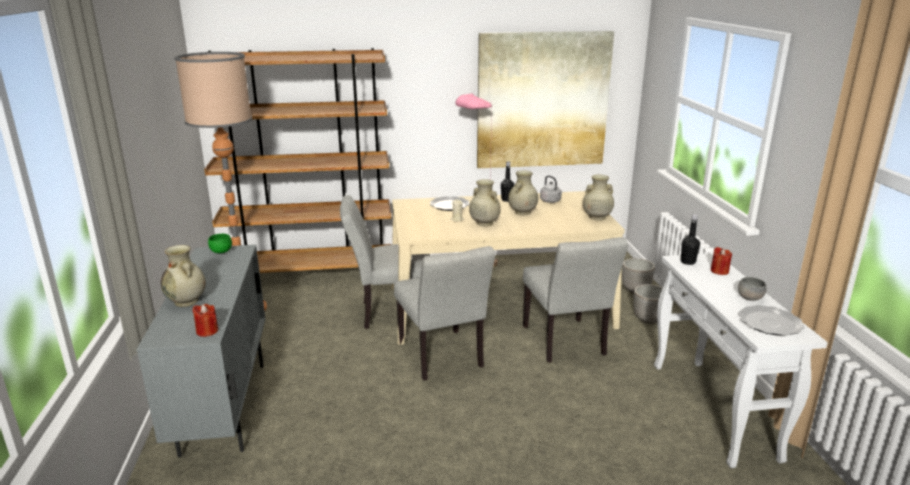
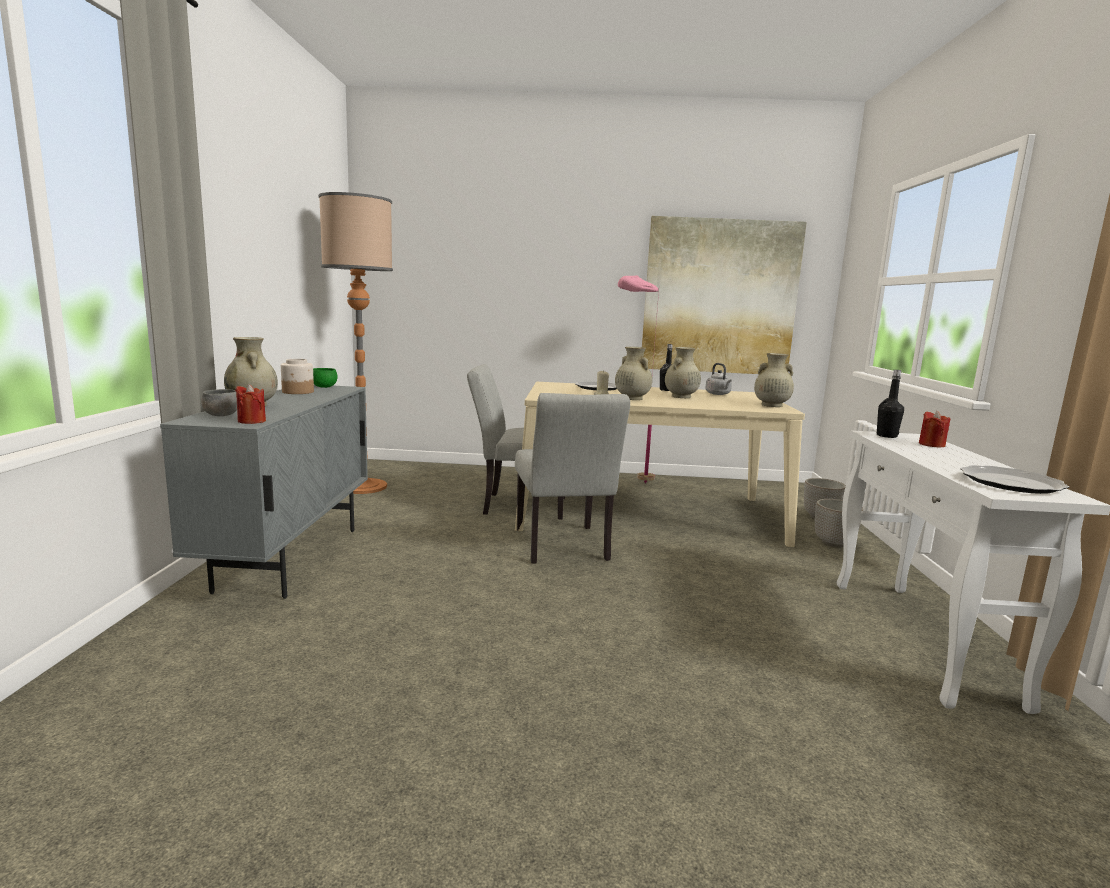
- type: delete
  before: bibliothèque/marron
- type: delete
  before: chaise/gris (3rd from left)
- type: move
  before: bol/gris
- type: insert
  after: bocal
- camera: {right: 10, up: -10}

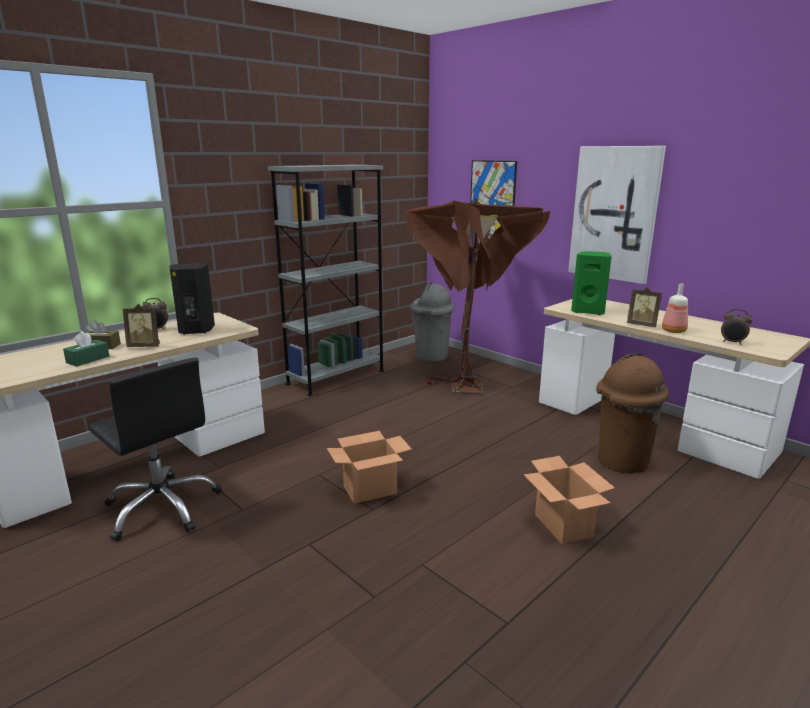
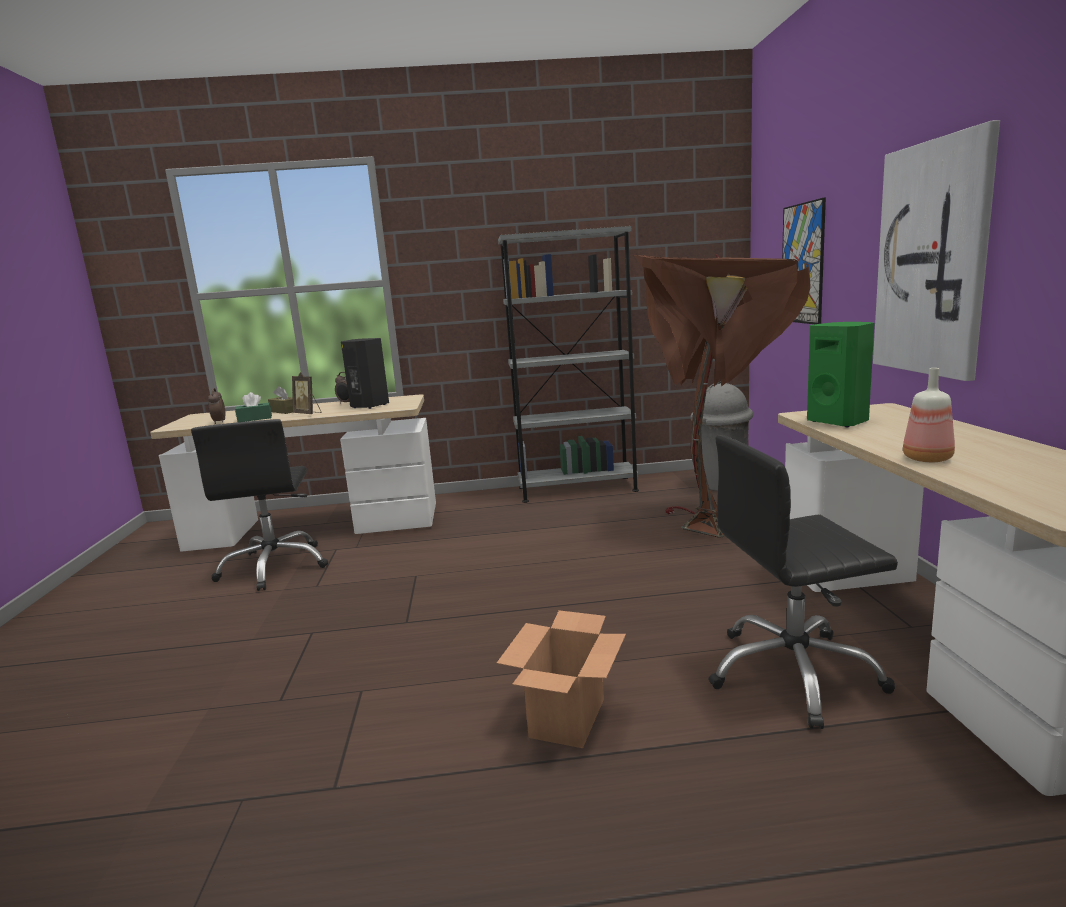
- type: delete
  before: carton (1st from left)
- type: replace
  before: poubelle/marron
  after: chaise de bureau/noir (2nd from left)
- type: delete
  before: cadre photo (2nd from left)
- type: move
  before: réveil (2nd from left in the first image)
  after: réveil (1st from left)
- camera: {right: 40, up: -5}

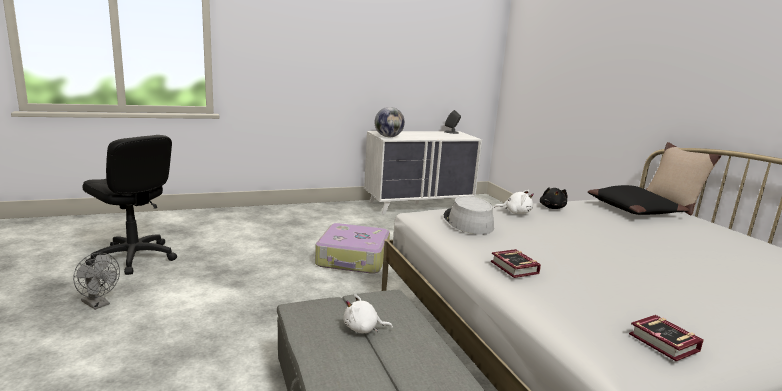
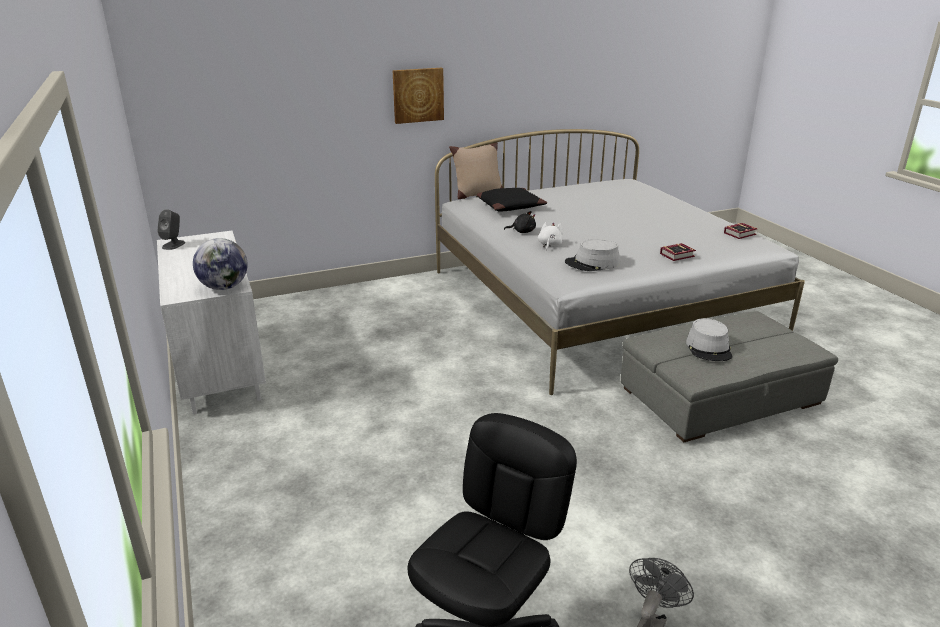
- type: delete
  before: valise
- type: replace
  before: peluche/blanc (1st from left)
  after: chapeau/gris (2nd from left)
- type: insert
  after: tableau
- camera: {right: -90, up: 10}

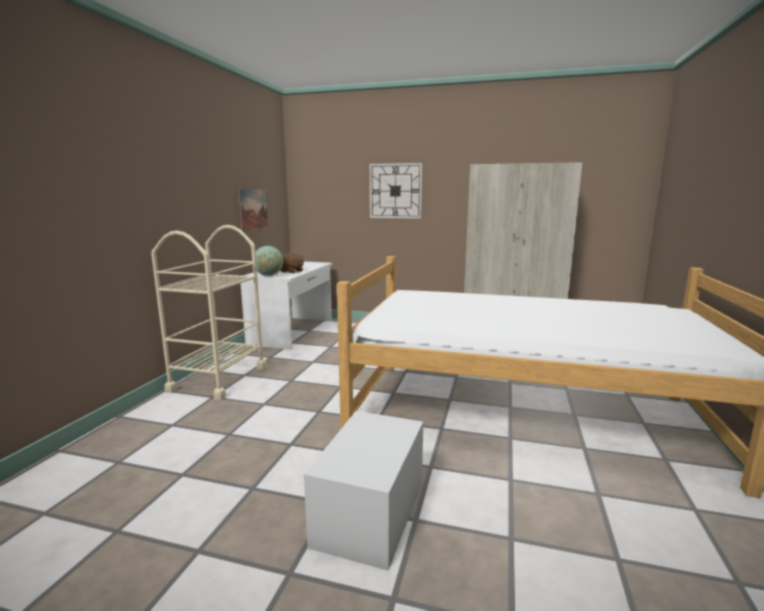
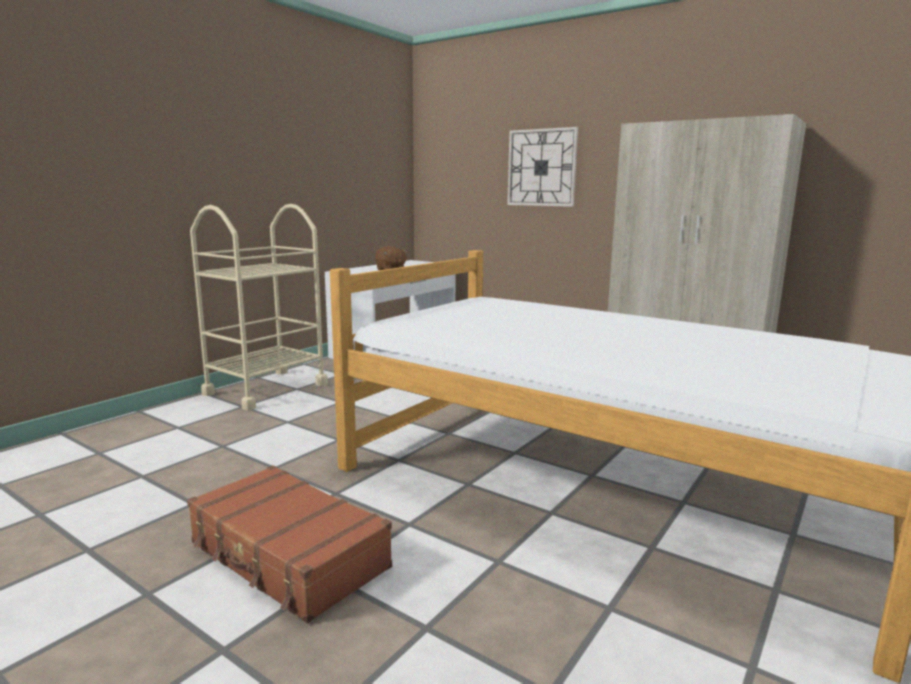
- type: delete
  before: tableau
- type: delete
  before: globe
- type: replace
  before: boîte de rangement/blanc
  after: valise/marron
- camera: {right: 20, up: 0}

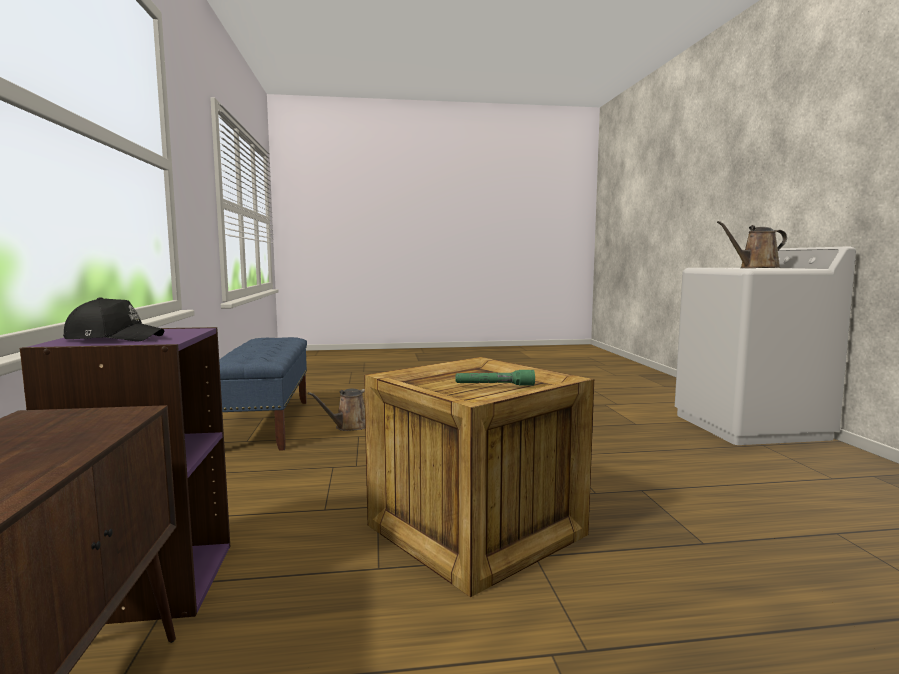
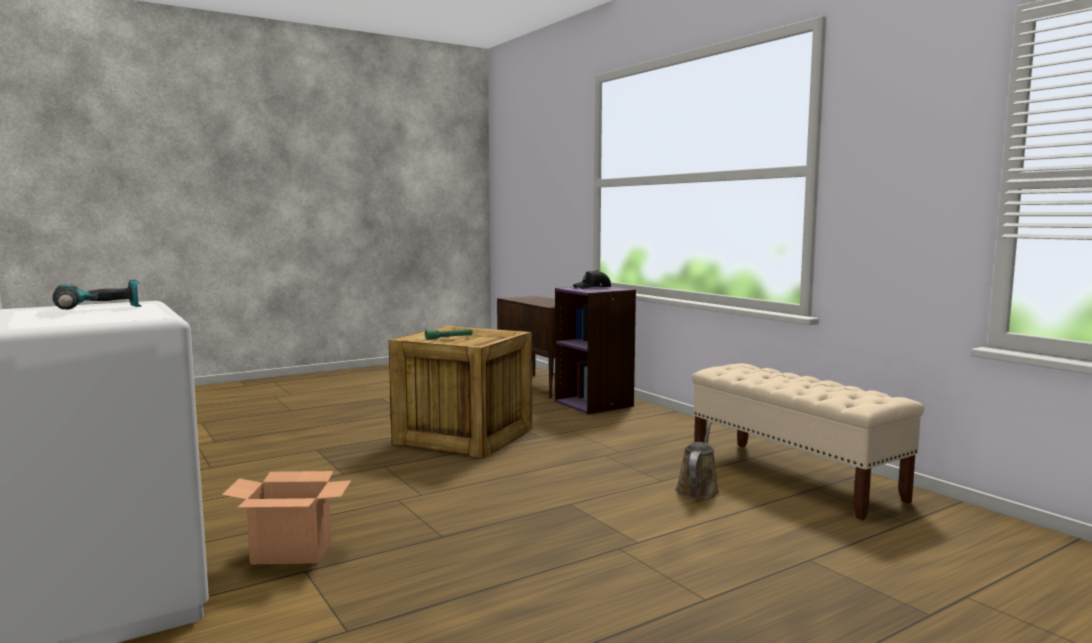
- type: recolor
  before: banc/bleu
  after: banc/beige
- type: replace
  before: arrosoir/marron (2nd from left)
  after: perceuse
- type: insert
  after: carton
- camera: {right: 155, up: 0}

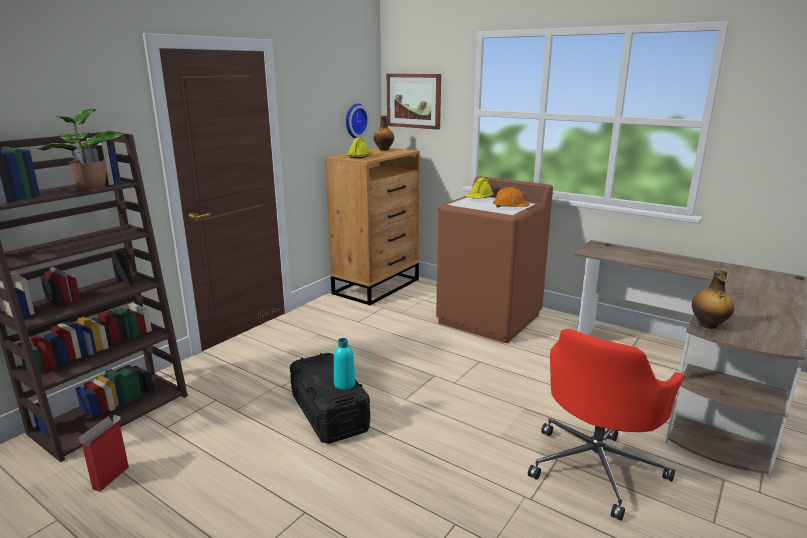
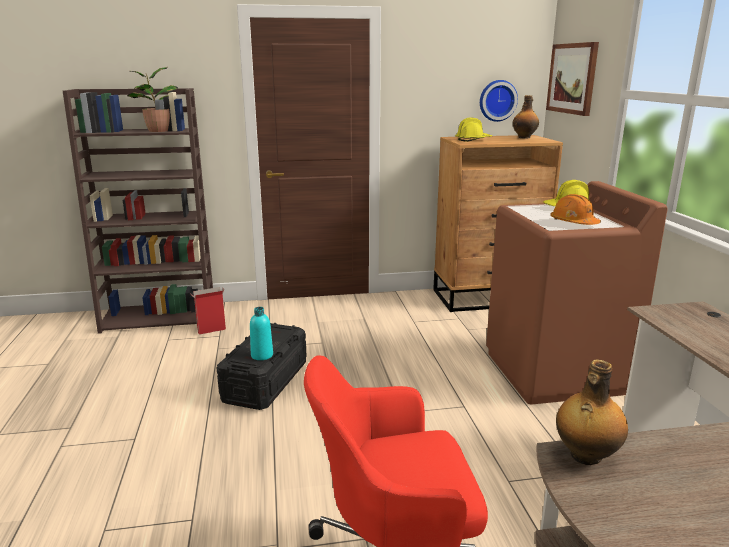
- type: move
  before: carton
- camera: {right: 45, up: 0}

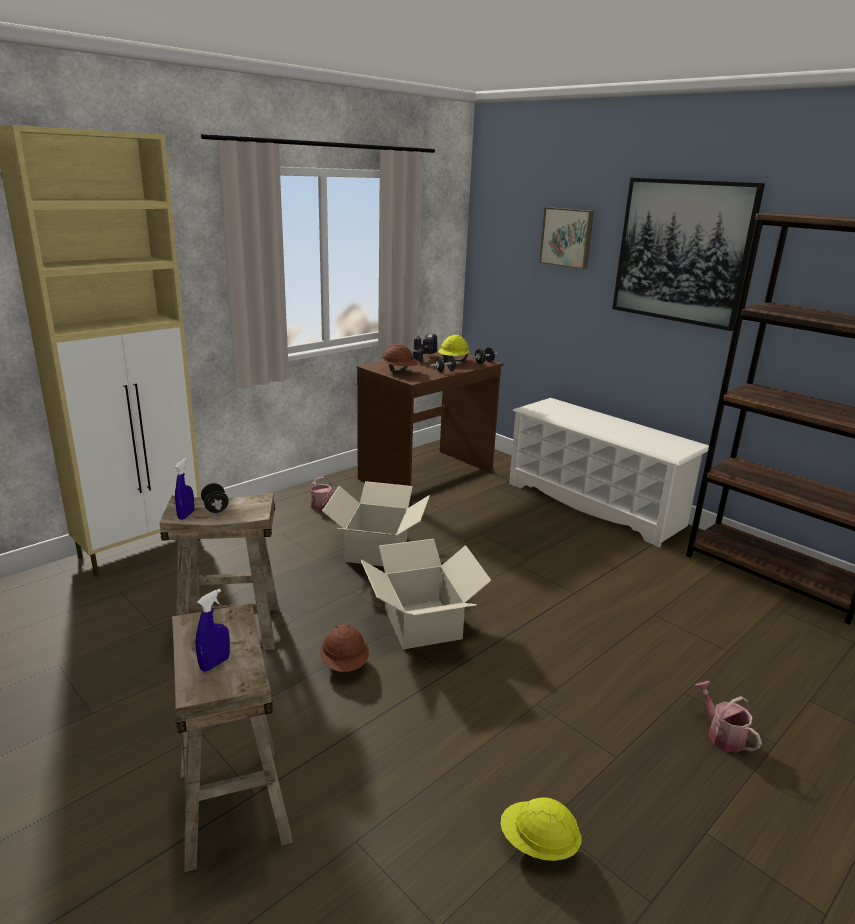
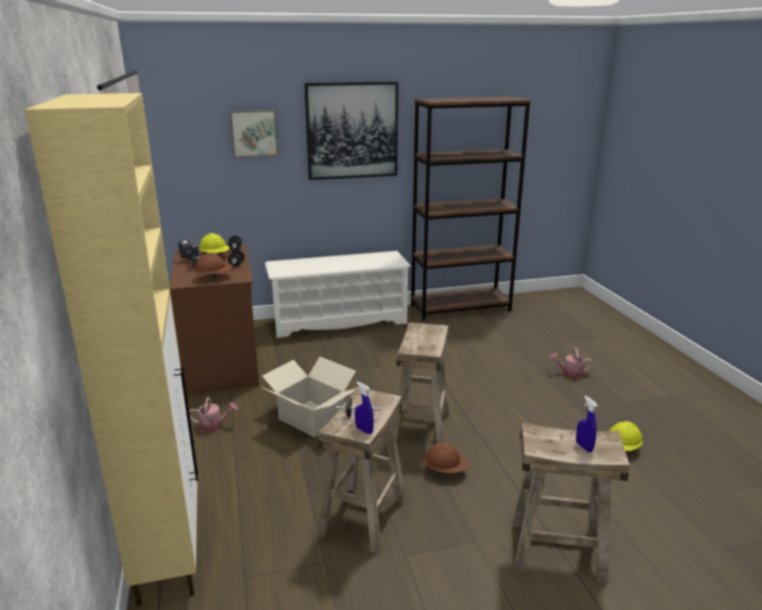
- type: replace
  before: carton (2nd from left)
  after: tabouret/beige (2nd from left)
- camera: {right: -60, up: 0}

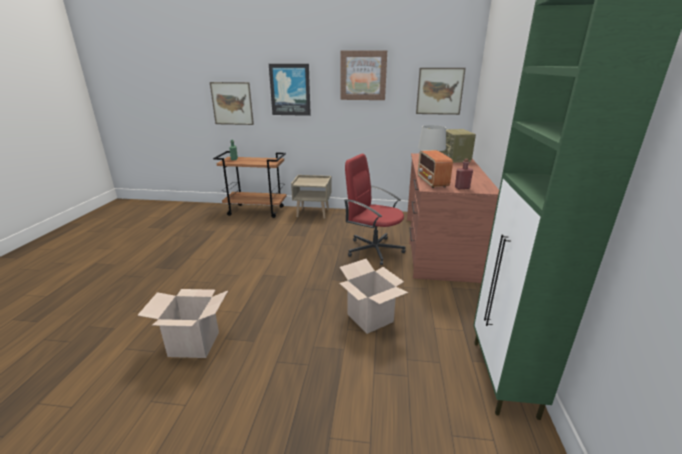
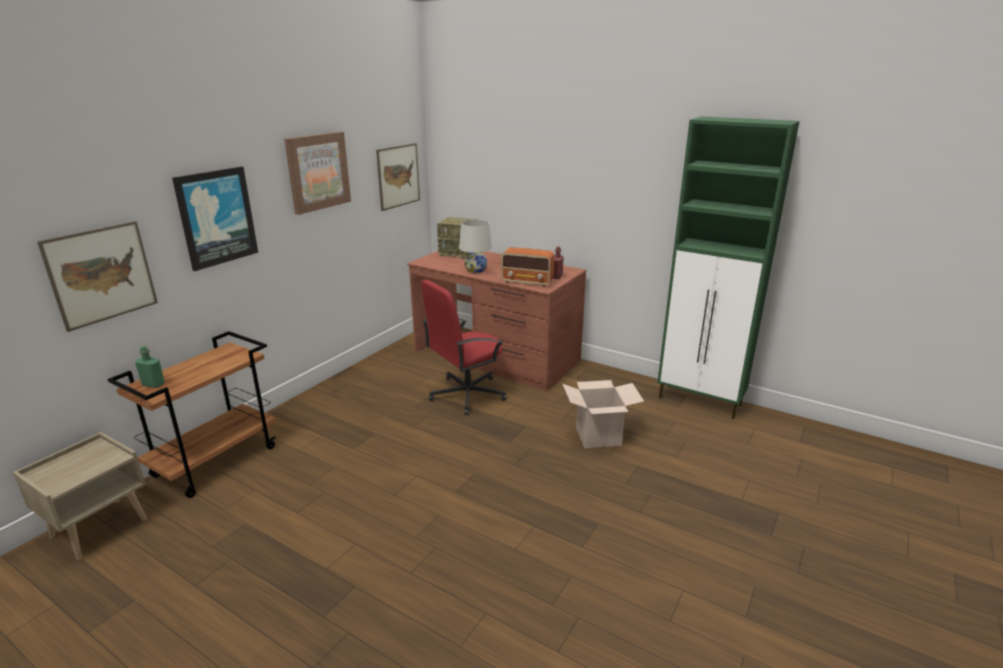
- type: delete
  before: carton (1st from left)
- type: move
  before: table de chevet/beige
- camera: {right: -65, up: 0}

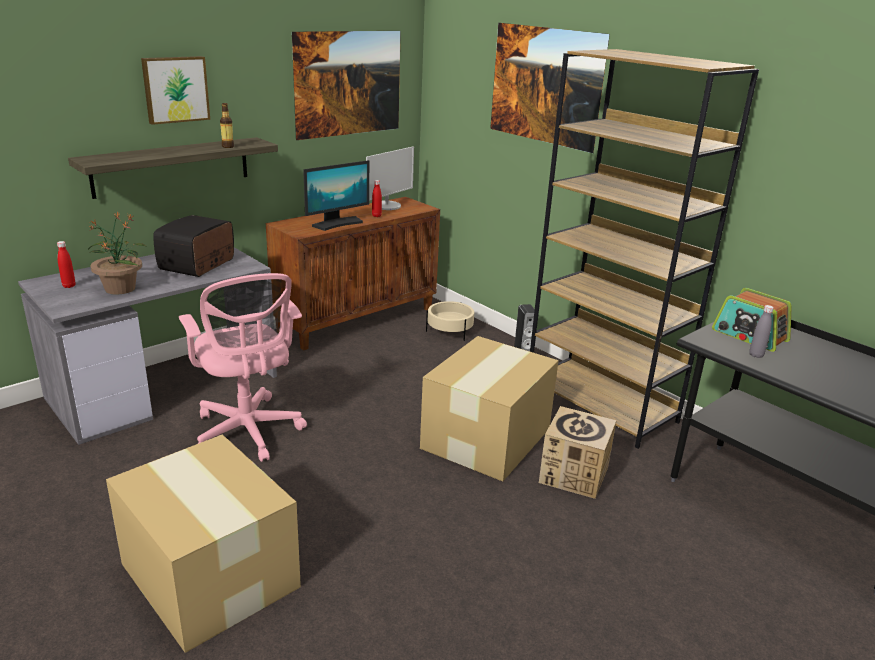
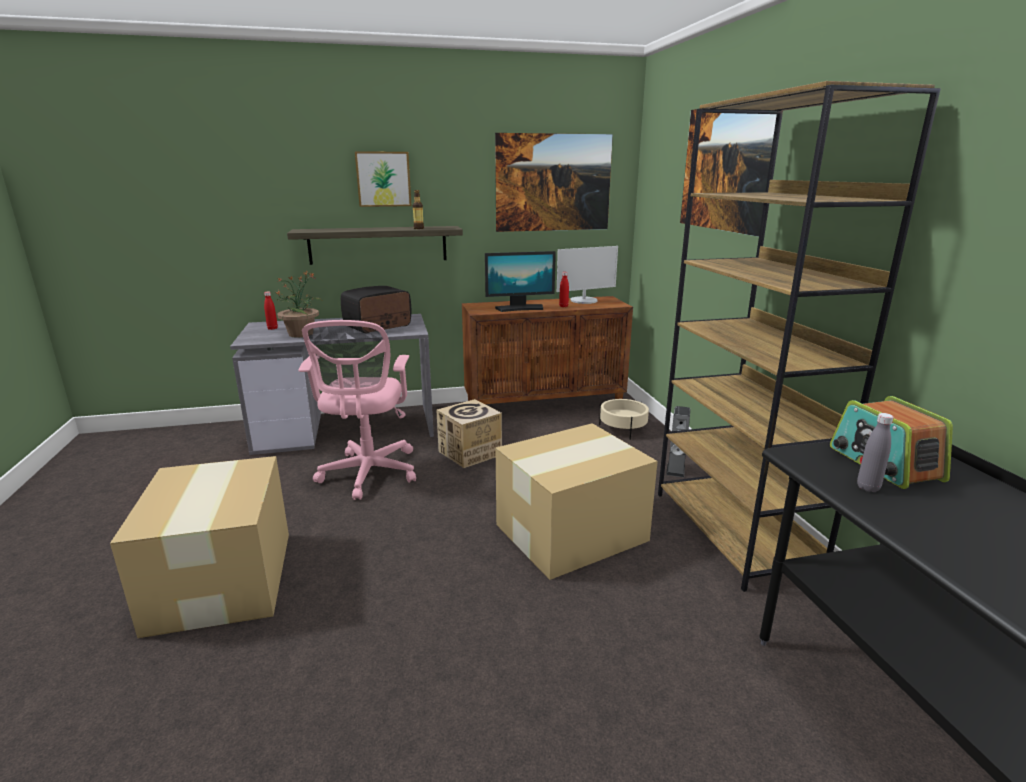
- type: move
  before: carton (3rd from left in the first image)
  after: carton (2nd from left)
- camera: {right: 30, up: -5}

